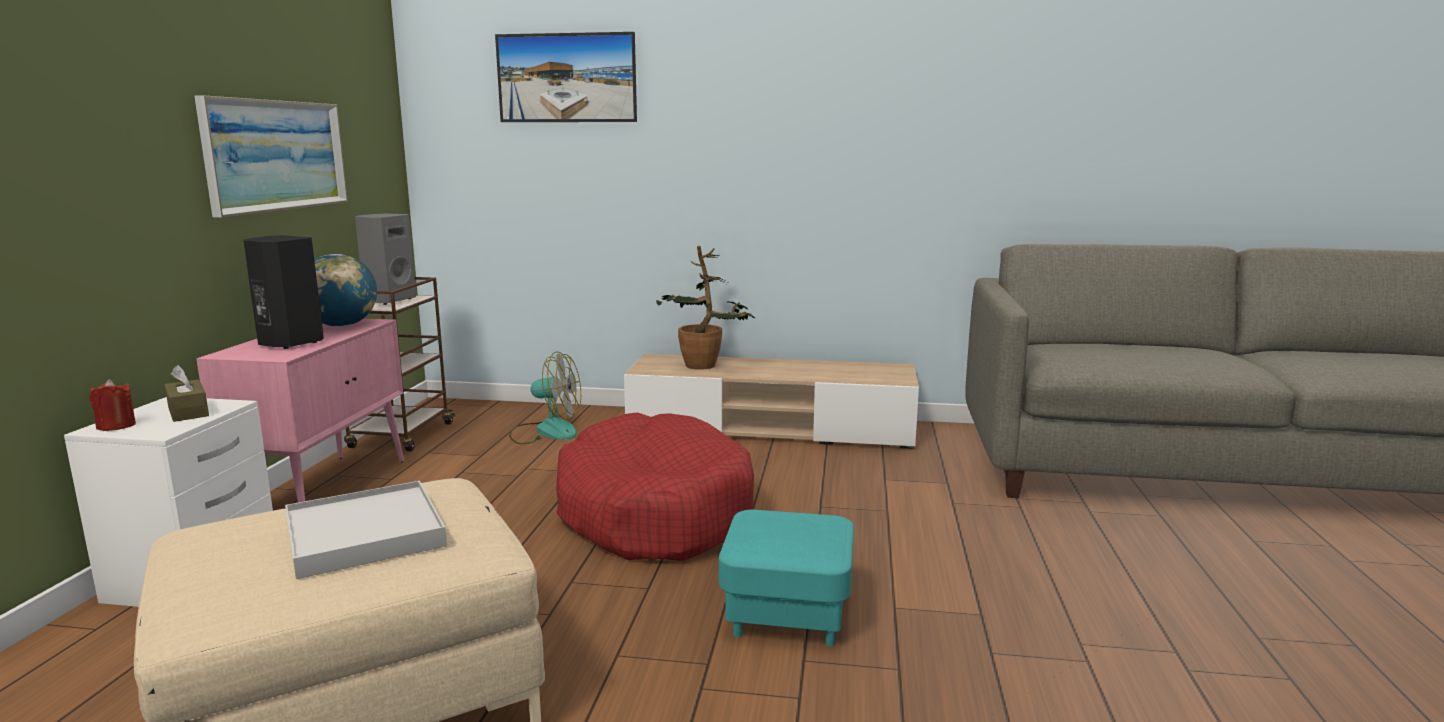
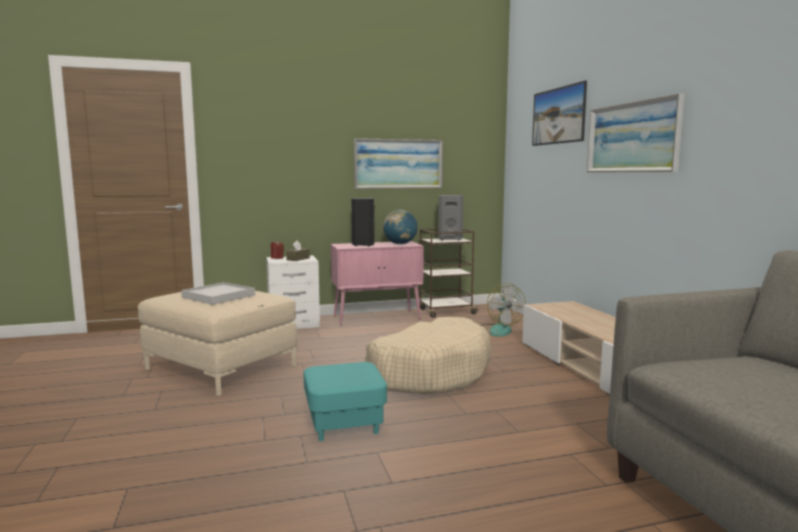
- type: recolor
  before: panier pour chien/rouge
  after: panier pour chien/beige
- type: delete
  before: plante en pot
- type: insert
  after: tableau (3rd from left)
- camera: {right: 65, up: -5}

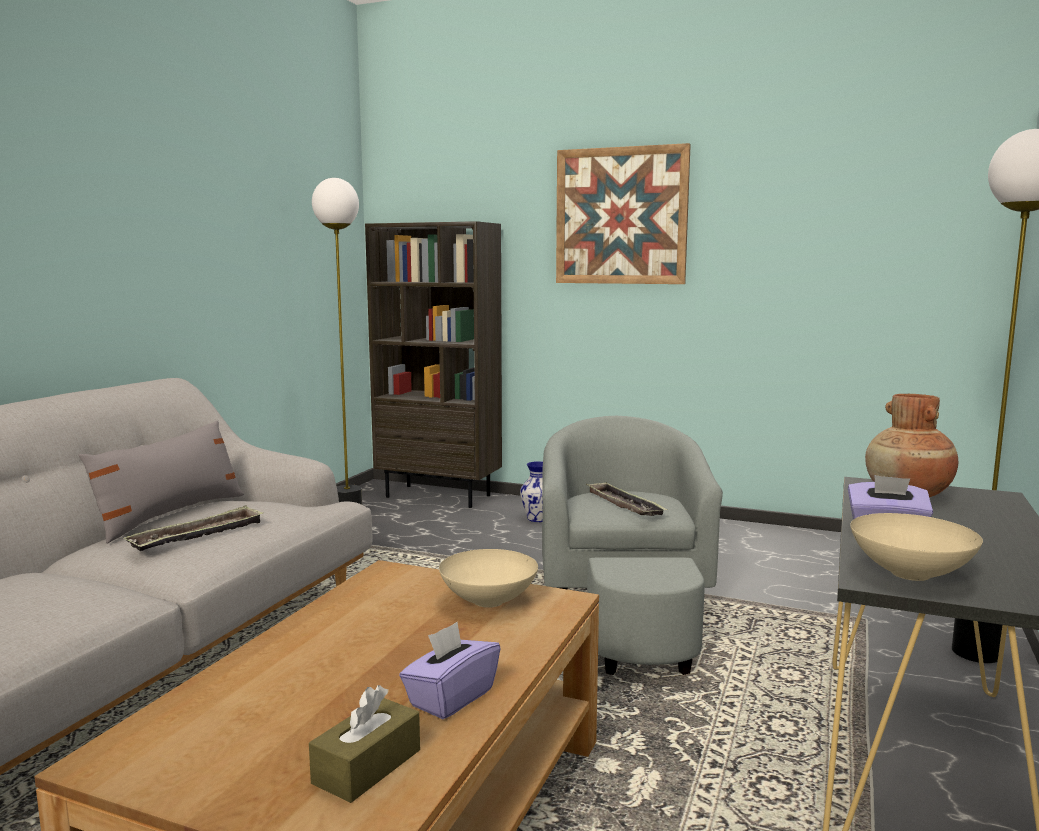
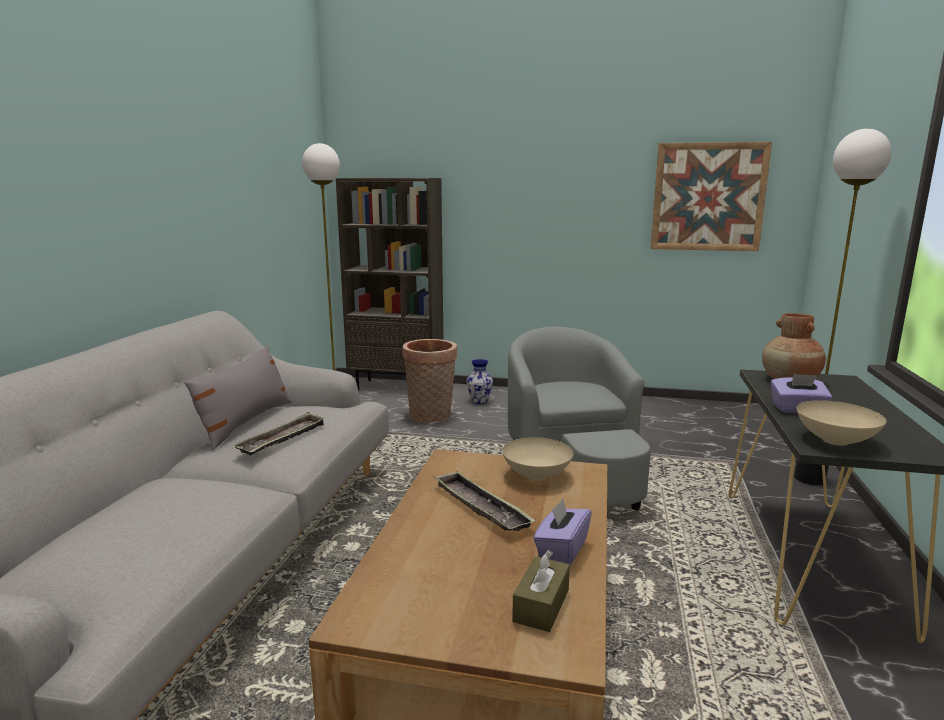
- type: move
  before: tableau
- type: move
  before: plateau (2nd from left)
- type: insert
  after: panier
- camera: {right: -10, up: 5}

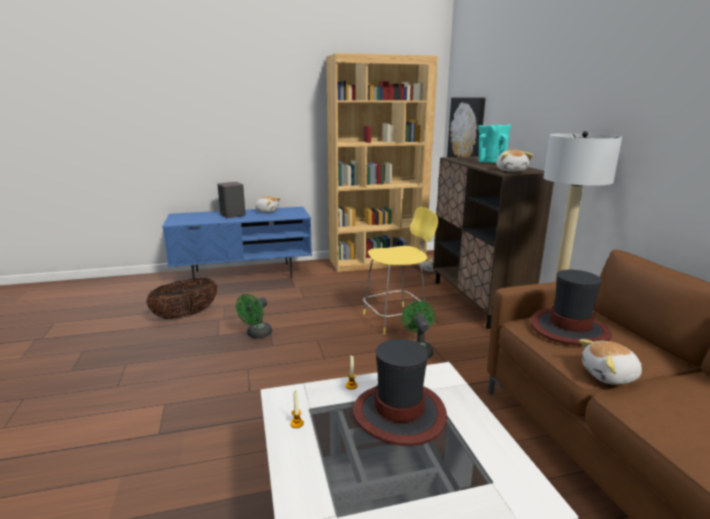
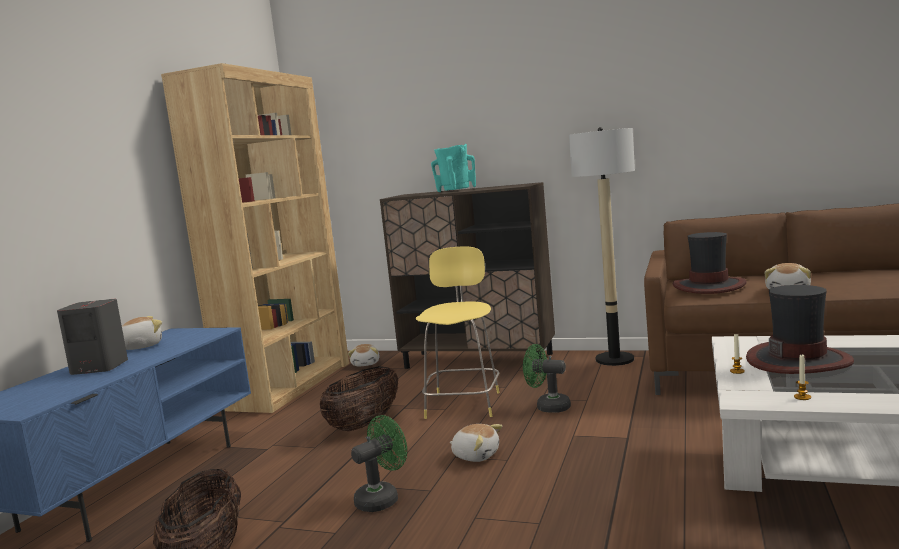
- type: rotate
  before: ventilateur/vert (1st from left)
  turn: -105
- type: delete
  before: tableau
- type: move
  before: peluche (3rd from left)
- type: insert
  after: panier (2nd from left)
- camera: {right: -55, up: -10}

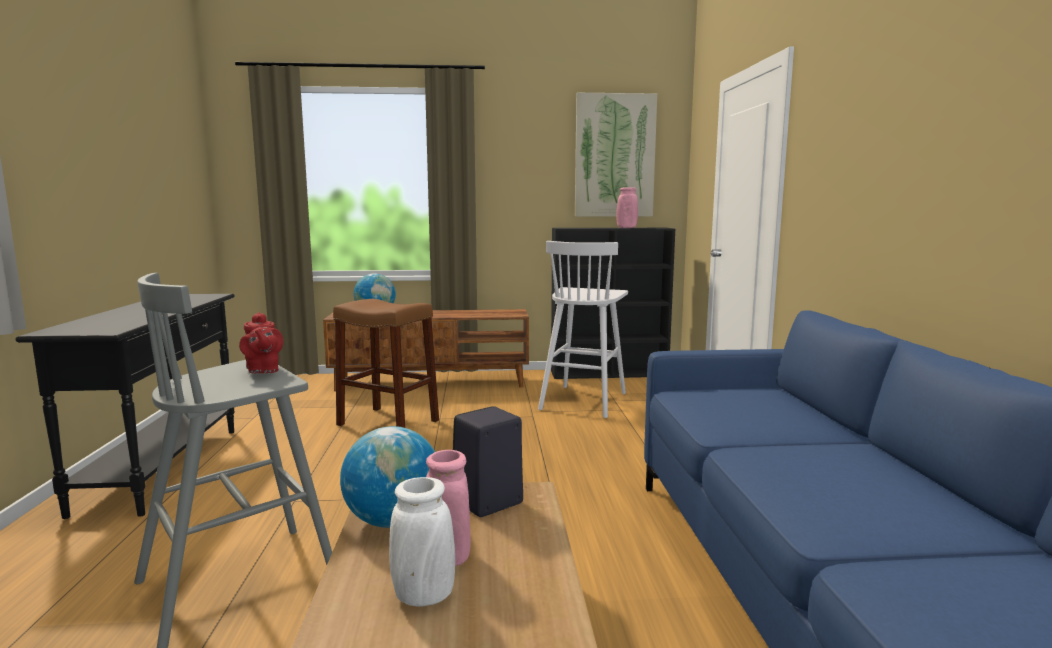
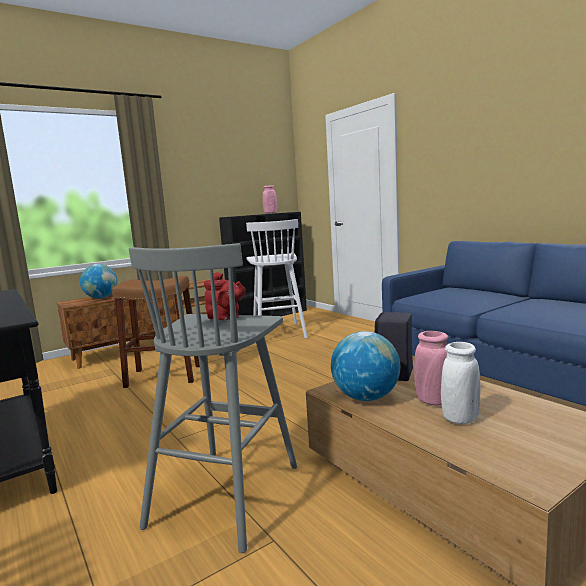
- type: delete
  before: tableau
- camera: {right: -30, up: 0}

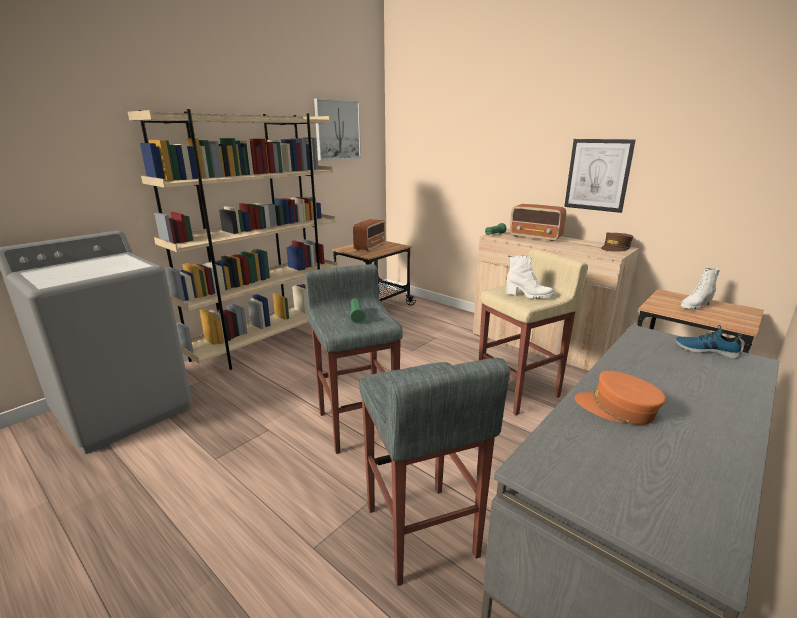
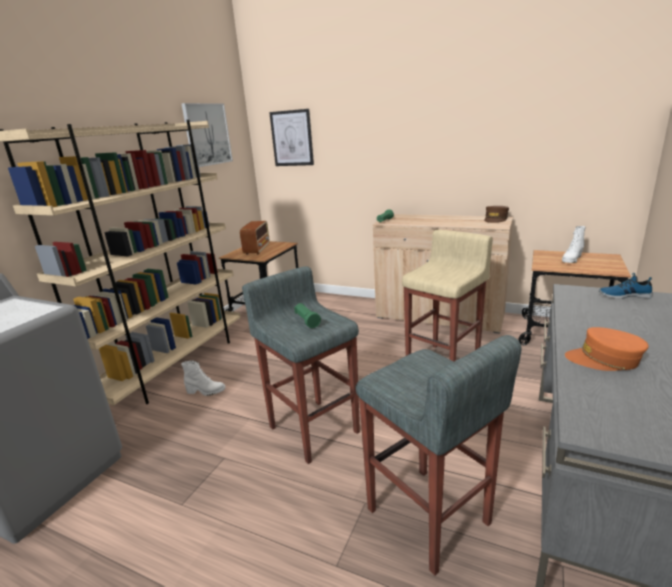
- type: move
  before: botte/blanc (1st from left)
- type: delete
  before: radio (2nd from left)
- type: move
  before: tableau (2nd from left)
- camera: {right: -15, up: 0}

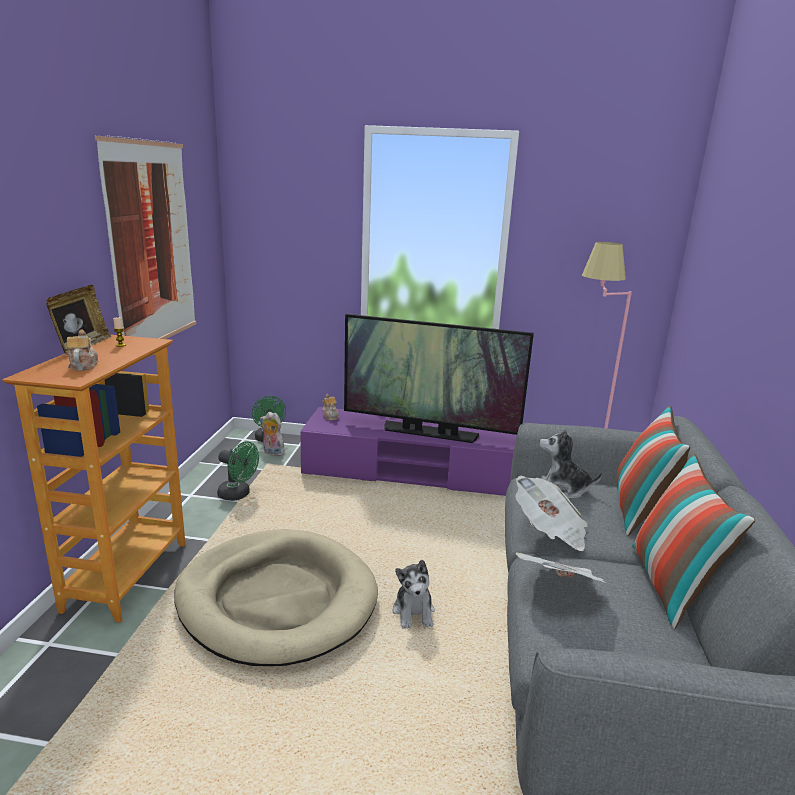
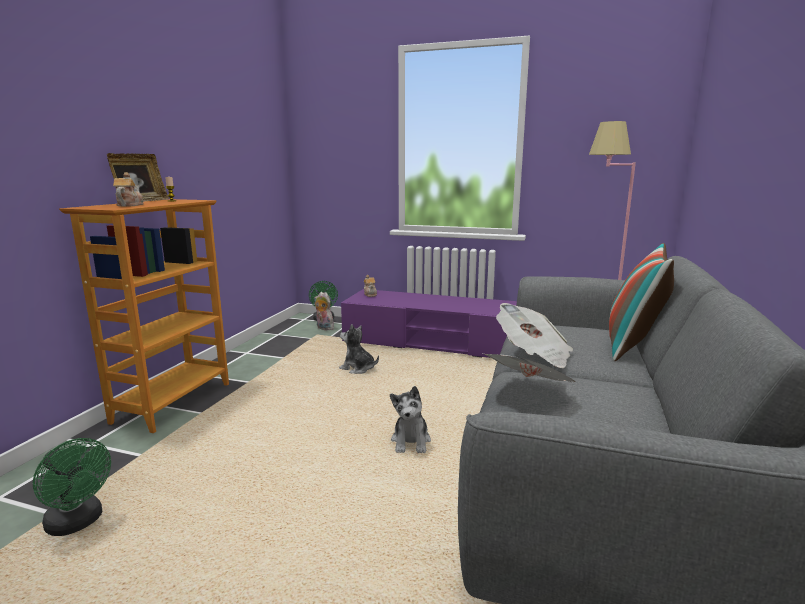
- type: delete
  before: tableau
- type: delete
  before: panier pour chien/beige
- type: move
  before: ventilateur/vert (1st from left)
- type: delete
  before: téléviseur
- type: move
  before: peluche (3rd from left in the first image)
  after: peluche (2nd from left)
- type: delete
  before: coussin (2nd from left)
- camera: {right: 10, up: -5}

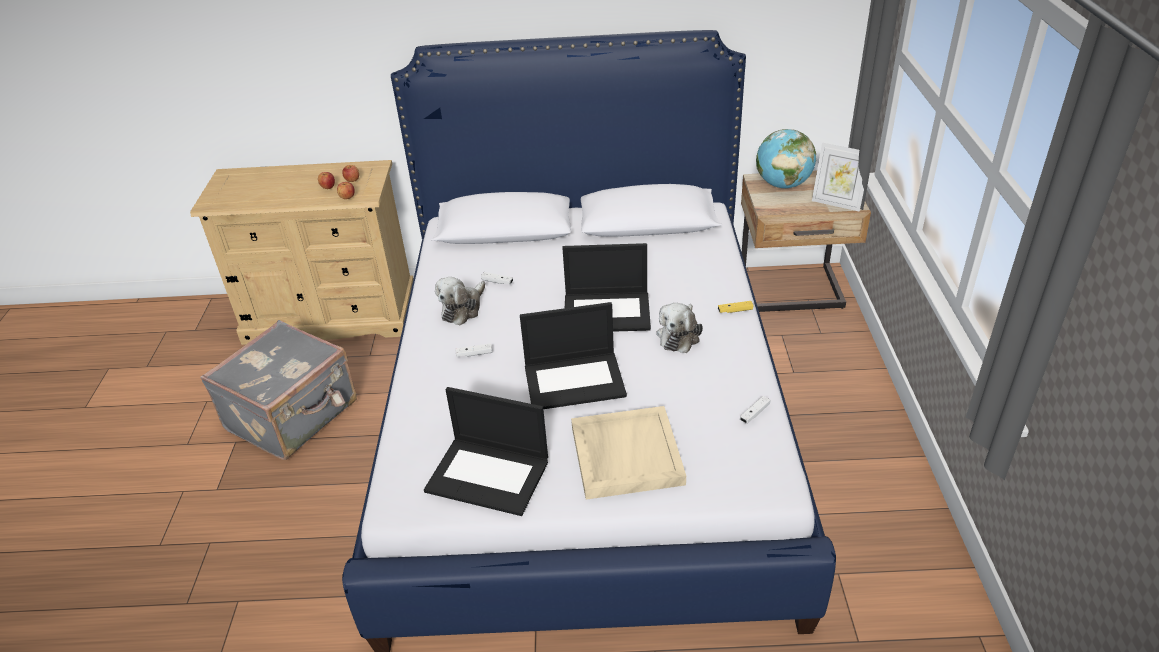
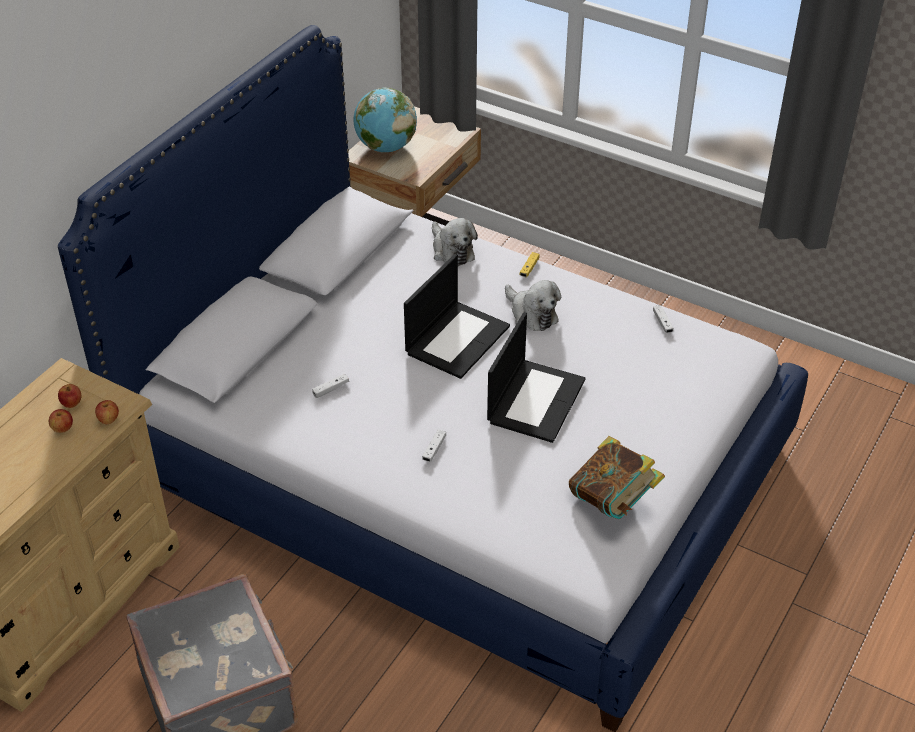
- type: replace
  before: ordinateur portable (1st from left)
  after: livre
- type: move
  before: peluche (1st from left)
- type: delete
  before: plateau/beige
- type: delete
  before: cadre photo
- camera: {right: -60, up: 5}

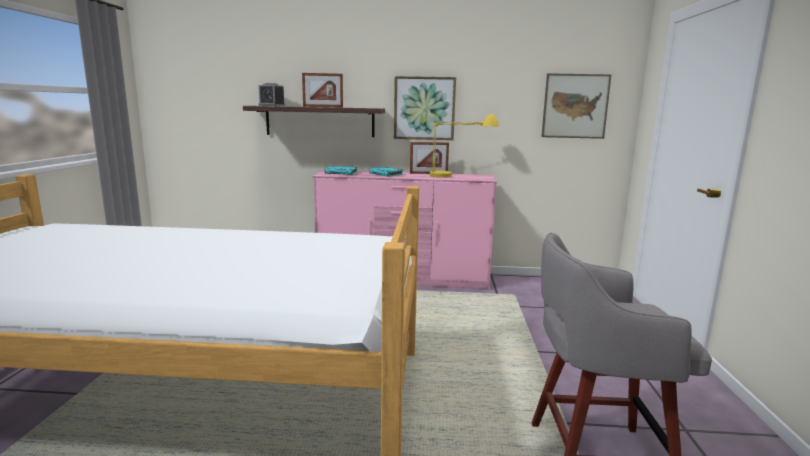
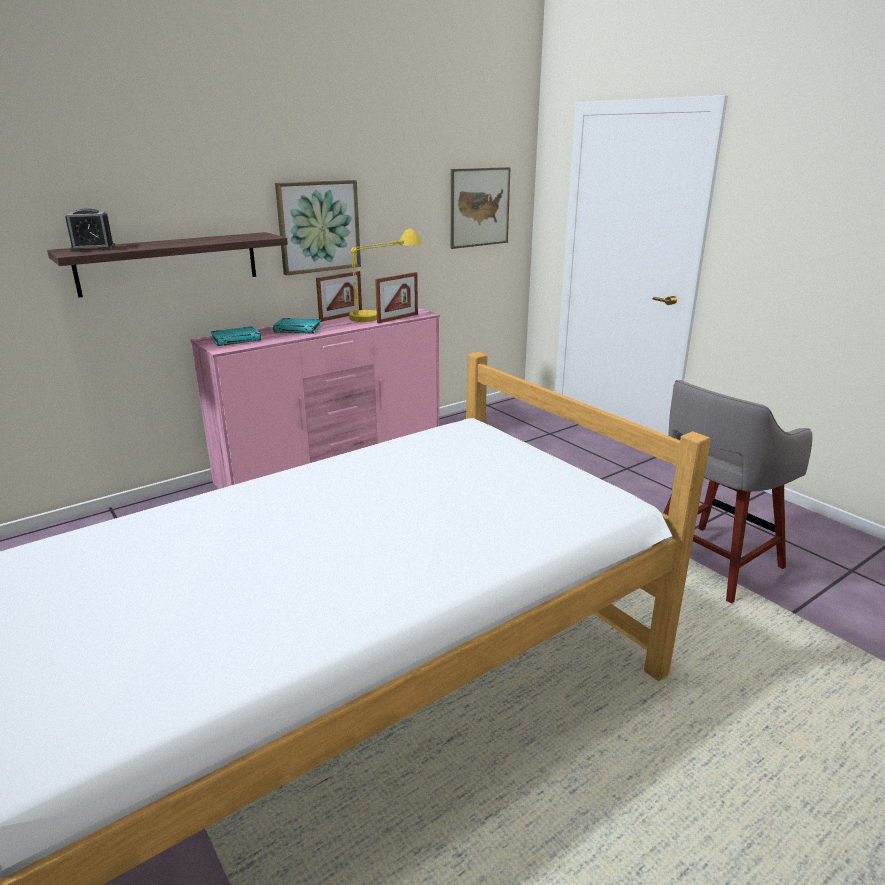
- type: move
  before: cadre photo (1st from left in the first image)
  after: cadre photo (2nd from left)
- camera: {right: -40, up: 10}

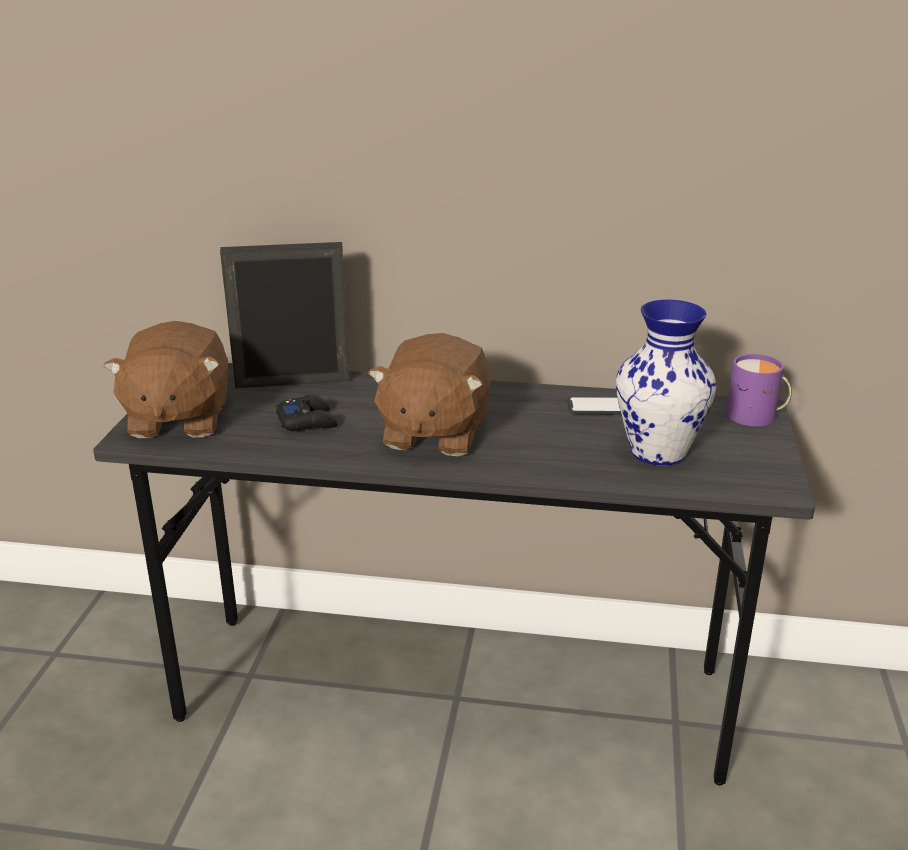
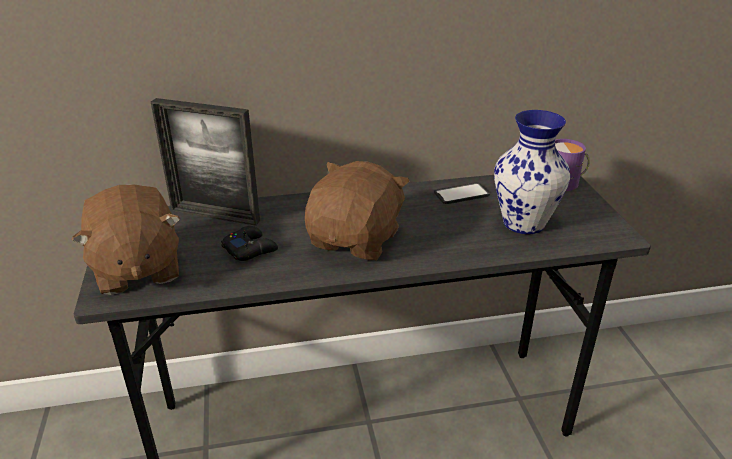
- type: rotate
  before: cadre photo
  turn: -135
- type: rotate
  before: peluche/marron (2nd from left)
  turn: -150
- camera: {right: -20, up: 5}

